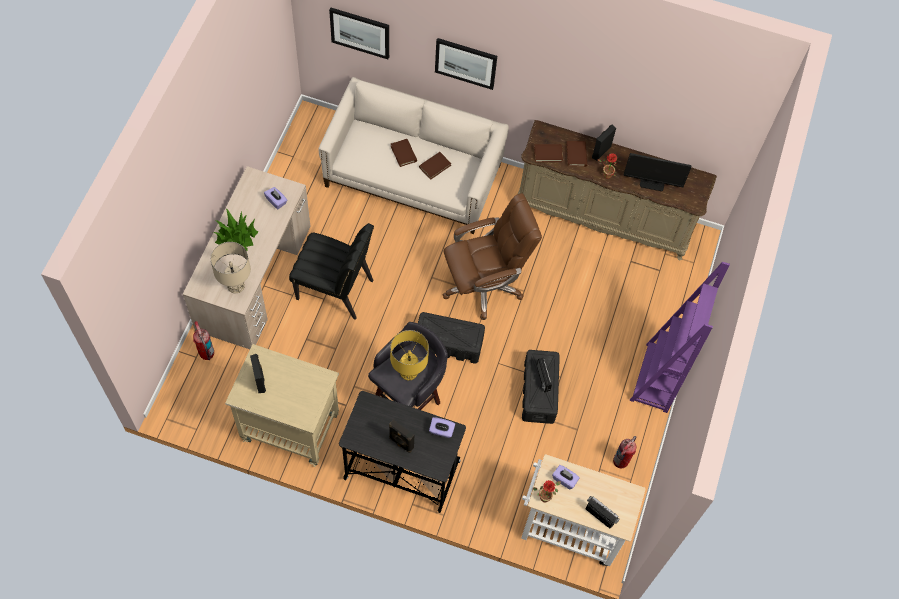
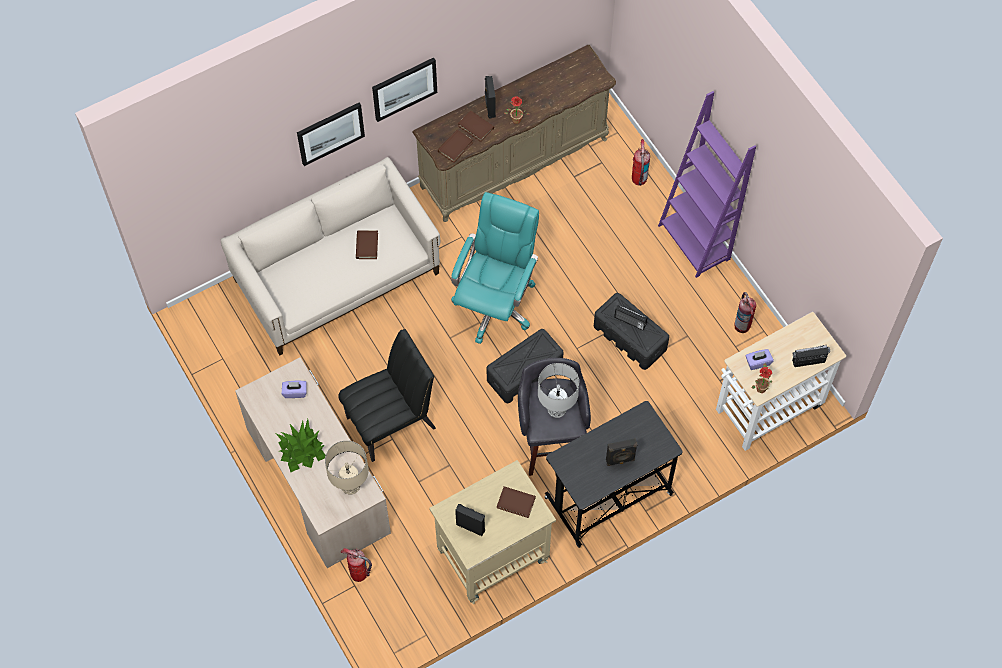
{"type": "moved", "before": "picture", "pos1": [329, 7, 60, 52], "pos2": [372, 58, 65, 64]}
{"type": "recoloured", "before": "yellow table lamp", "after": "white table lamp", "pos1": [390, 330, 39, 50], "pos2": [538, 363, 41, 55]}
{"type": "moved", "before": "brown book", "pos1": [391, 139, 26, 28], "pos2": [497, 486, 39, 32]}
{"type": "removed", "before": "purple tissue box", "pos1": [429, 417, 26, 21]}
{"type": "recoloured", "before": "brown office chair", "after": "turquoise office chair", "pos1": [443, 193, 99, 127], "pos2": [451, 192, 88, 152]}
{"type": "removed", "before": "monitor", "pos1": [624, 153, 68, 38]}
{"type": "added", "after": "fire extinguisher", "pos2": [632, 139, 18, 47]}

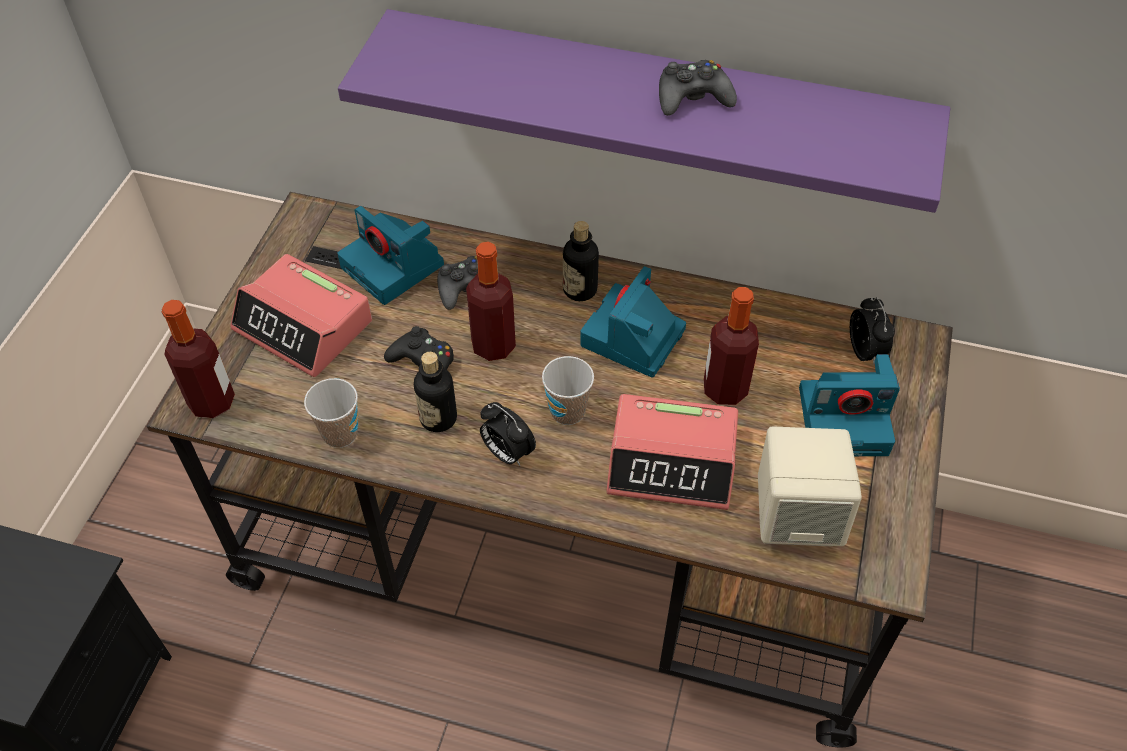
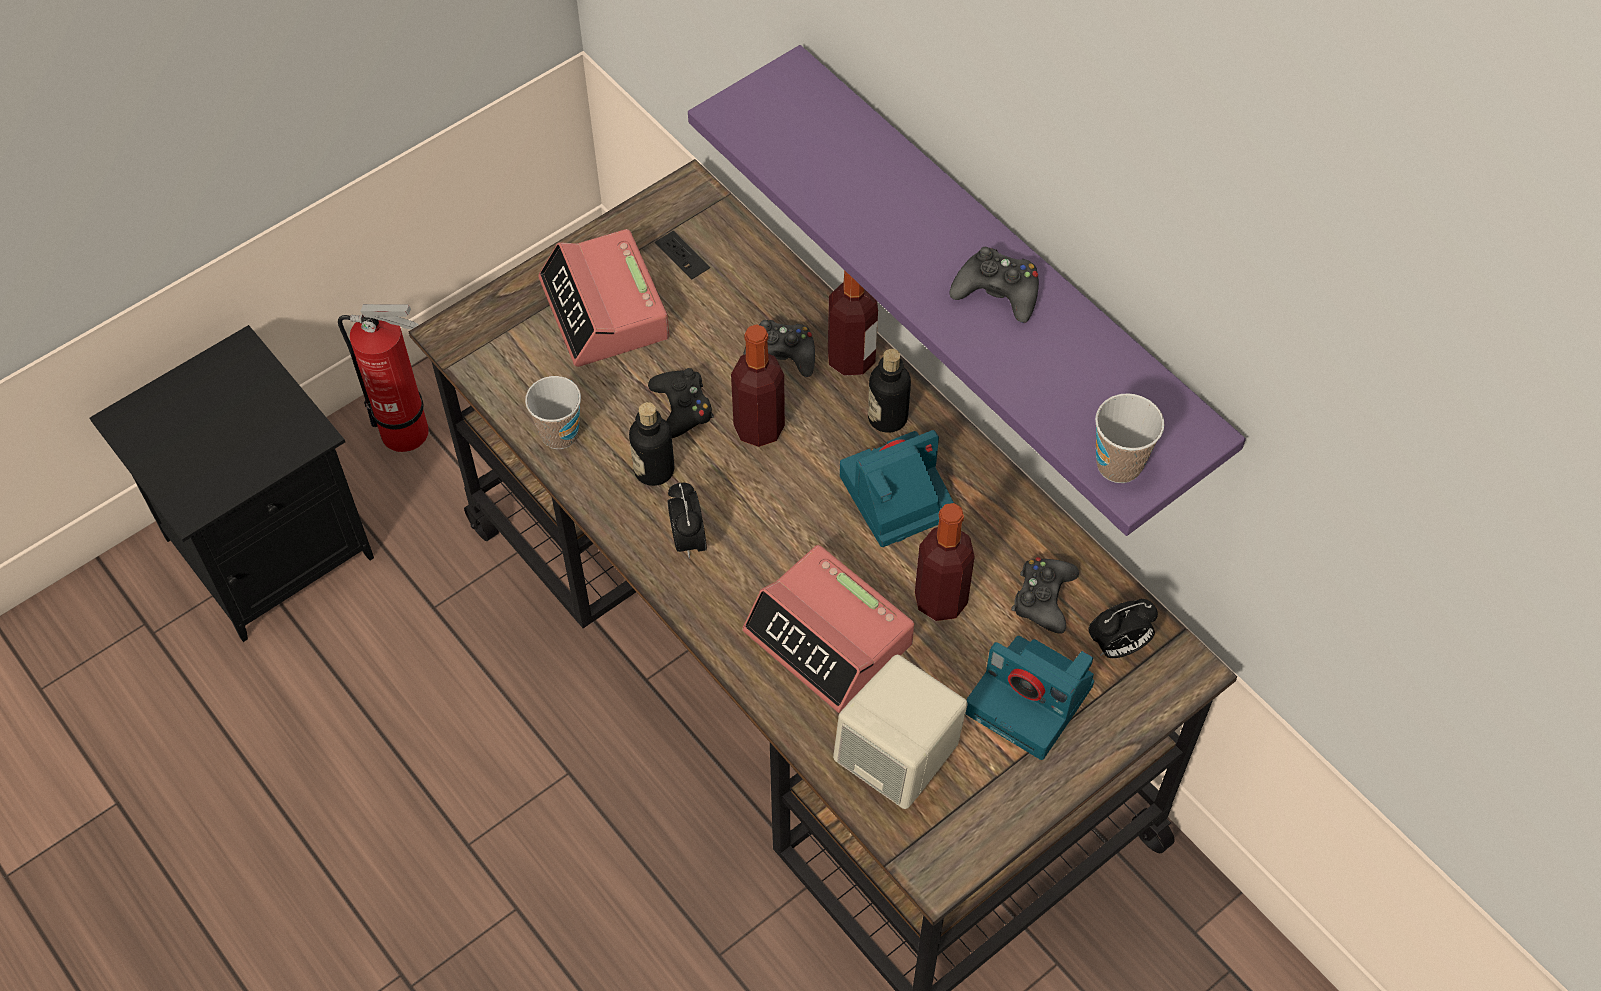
{"type": "moved", "before": "bottle", "pos1": [161, 300, 74, 118], "pos2": [828, 270, 50, 106]}
{"type": "removed", "before": "photo camera", "pos1": [337, 206, 107, 99]}
{"type": "moved", "before": "cup", "pos1": [542, 356, 52, 69], "pos2": [1095, 394, 70, 89]}
{"type": "turned", "before": "alarm clock", "pos1": [850, 297, 45, 68], "pos2": [1088, 599, 70, 59], "turn": 45}
{"type": "added", "after": "fire extinguisher", "pos2": [338, 304, 91, 148]}
{"type": "added", "after": "black game controller", "pos2": [1011, 557, 68, 77]}

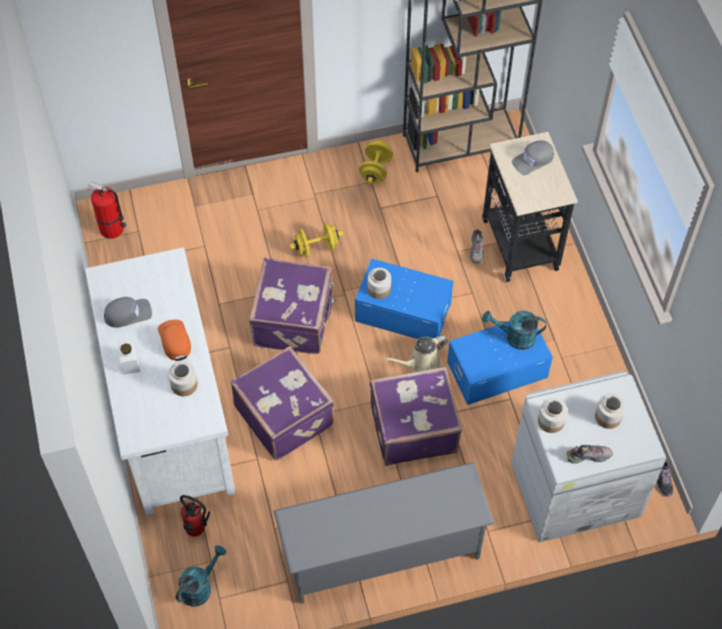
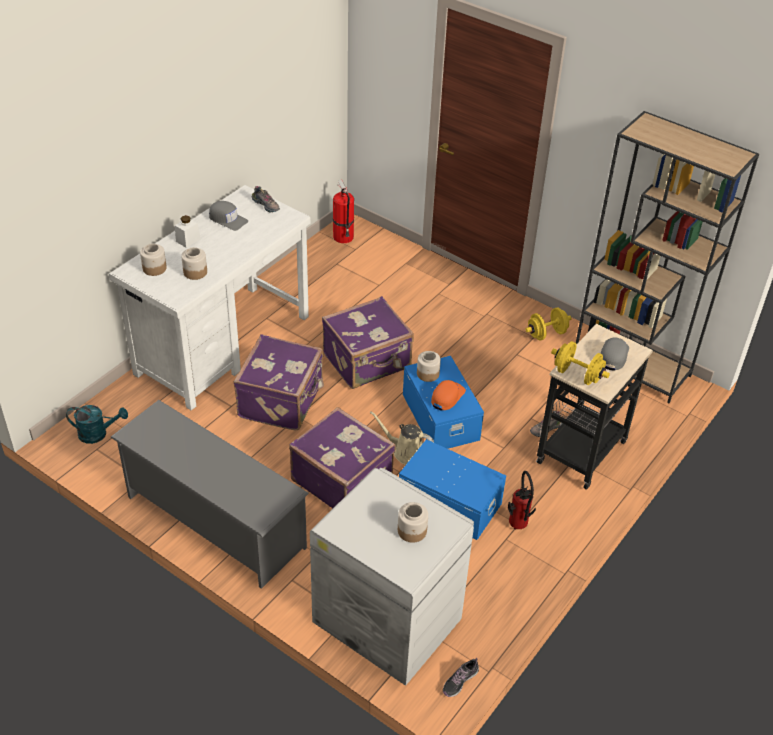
{"type": "moved", "before": "orange cap", "pos1": [158, 320, 33, 41], "pos2": [431, 380, 35, 30]}
{"type": "moved", "before": "fire extinguisher", "pos1": [180, 495, 30, 42], "pos2": [508, 471, 28, 58]}
{"type": "moved", "before": "yellow dumbbell", "pos1": [290, 222, 53, 36], "pos2": [551, 341, 59, 44]}
{"type": "removed", "before": "turquoise watering can", "pos1": [482, 311, 64, 39]}
{"type": "turned", "before": "grey cap", "pos1": [512, 140, 42, 35], "pos2": [600, 337, 29, 33], "turn": 90}
{"type": "moved", "before": "jar", "pos1": [538, 398, 30, 35], "pos2": [140, 243, 27, 33]}
{"type": "moved", "before": "shoe", "pos1": [567, 445, 46, 18], "pos2": [252, 186, 28, 27]}

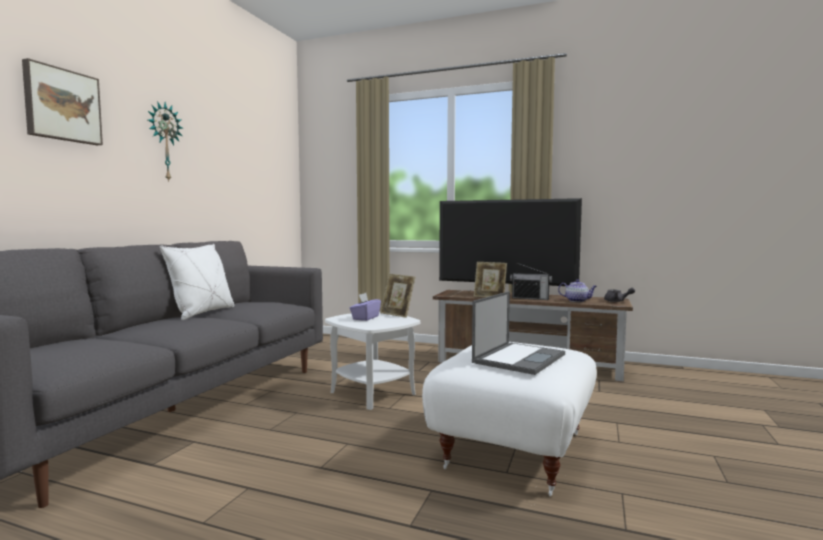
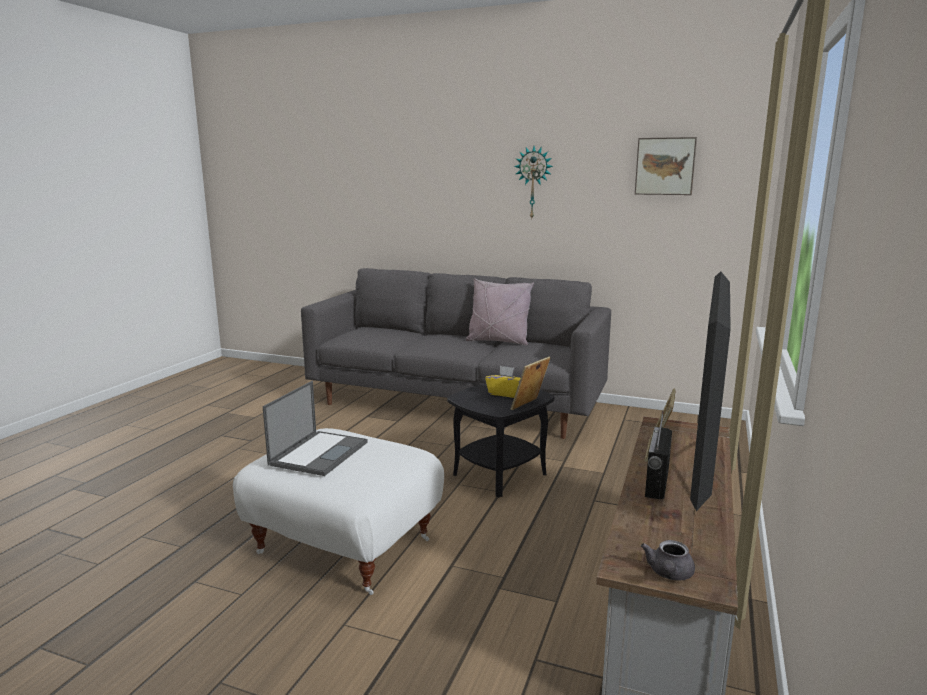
{"type": "moved", "before": "picture", "pos1": [22, 58, 81, 87], "pos2": [635, 137, 62, 58]}
{"type": "recoloured", "before": "white pillow", "after": "purple pillow", "pos1": [160, 244, 74, 76], "pos2": [466, 278, 68, 68]}
{"type": "recoloured", "before": "white side table", "after": "black side table", "pos1": [325, 311, 95, 99], "pos2": [447, 383, 108, 115]}
{"type": "recoloured", "before": "purple tissue box", "after": "yellow tissue box", "pos1": [350, 293, 31, 28], "pos2": [485, 366, 35, 32]}
{"type": "turned", "before": "laptop", "pos1": [472, 291, 93, 84], "pos2": [263, 381, 104, 95], "turn": -105}
{"type": "removed", "before": "teapot", "pos1": [558, 279, 39, 23]}

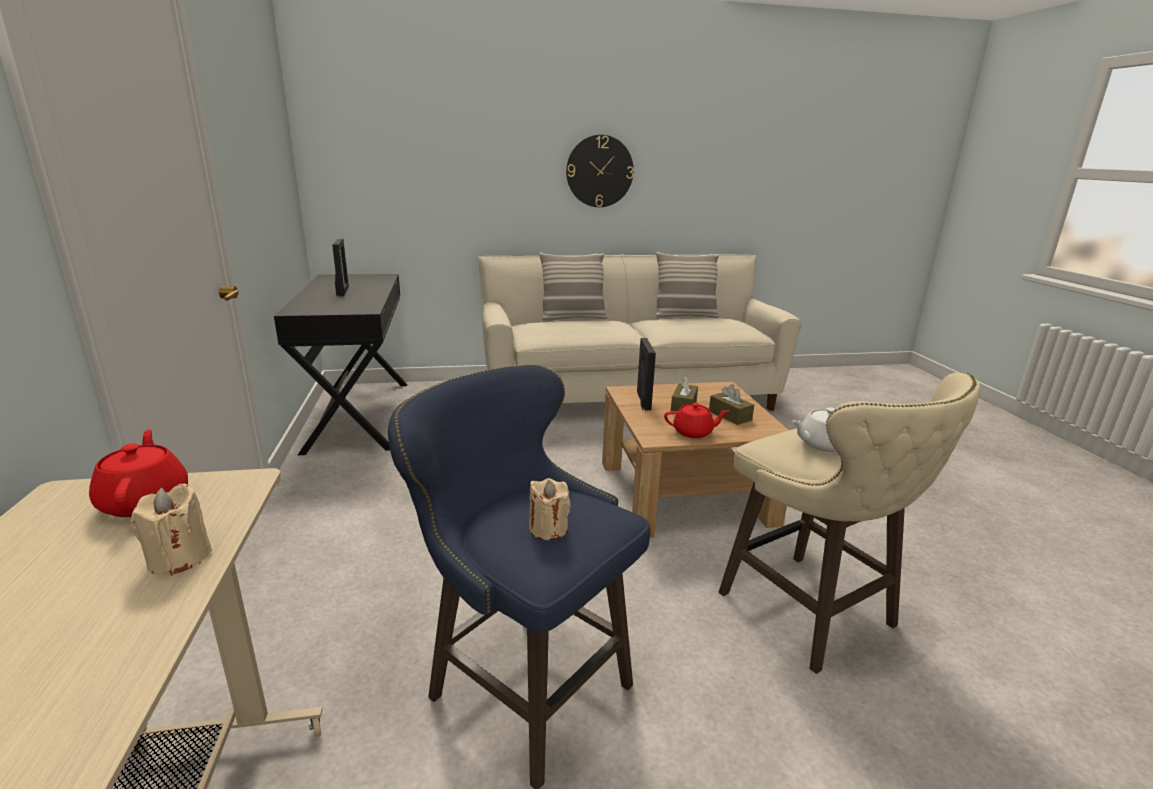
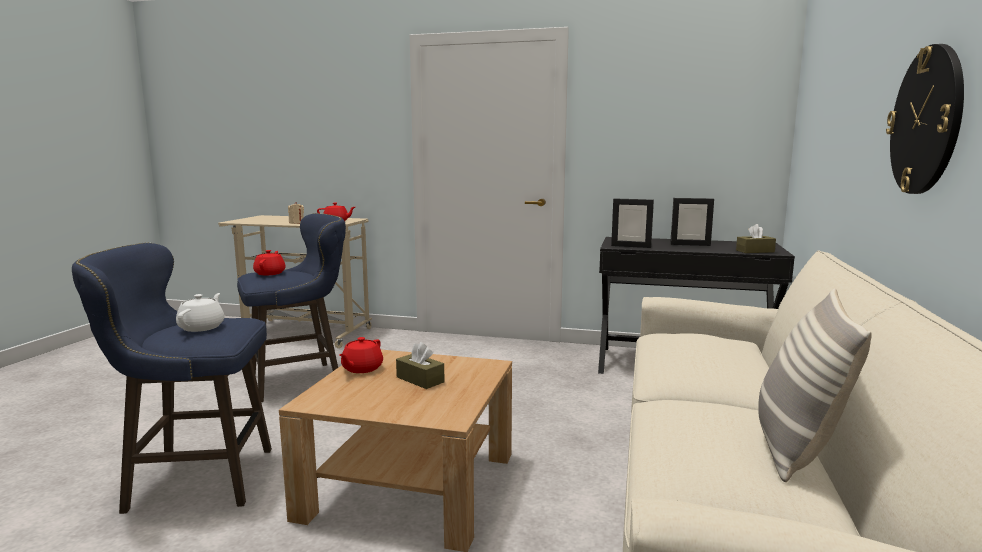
{"type": "replaced", "before": "beige candle", "after": "red teapot", "pos1": [529, 478, 42, 62], "pos2": [253, 250, 33, 25]}
{"type": "removed", "before": "pillow", "pos1": [539, 252, 68, 70]}
{"type": "moved", "before": "picture frame", "pos1": [637, 338, 19, 72], "pos2": [611, 198, 43, 50]}
{"type": "moved", "before": "brown tissue box", "pos1": [709, 384, 45, 41], "pos2": [736, 224, 40, 29]}
{"type": "recoloured", "before": "beige stool", "after": "blue stool", "pos1": [719, 373, 262, 301], "pos2": [72, 243, 200, 271]}

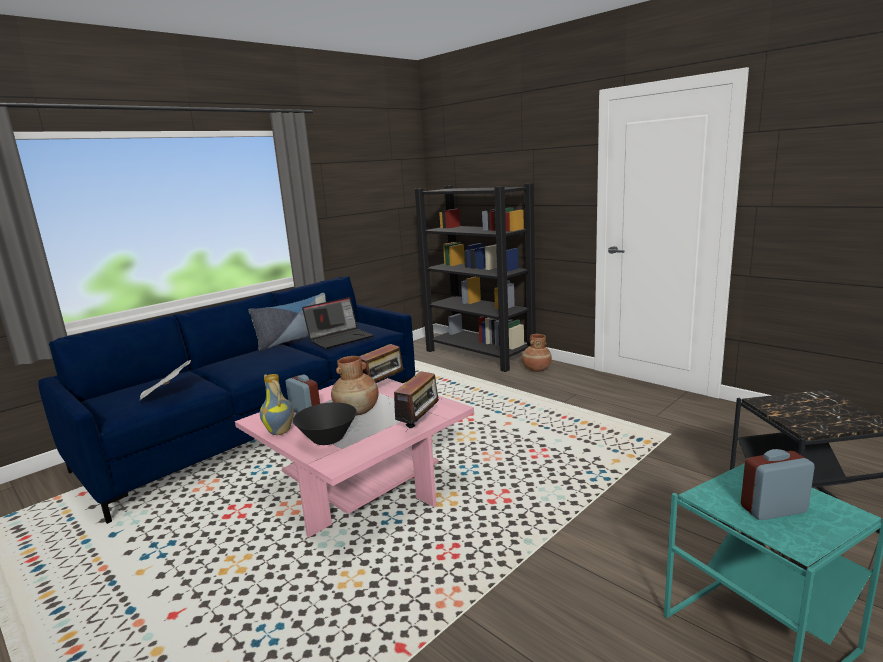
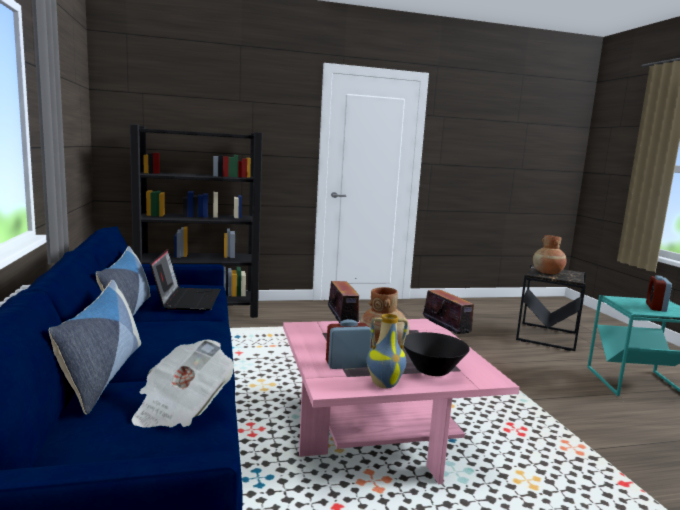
{"type": "moved", "before": "brown vase", "pos1": [522, 334, 30, 38], "pos2": [533, 235, 34, 39]}
{"type": "added", "after": "pillow", "pos2": [48, 280, 93, 135]}

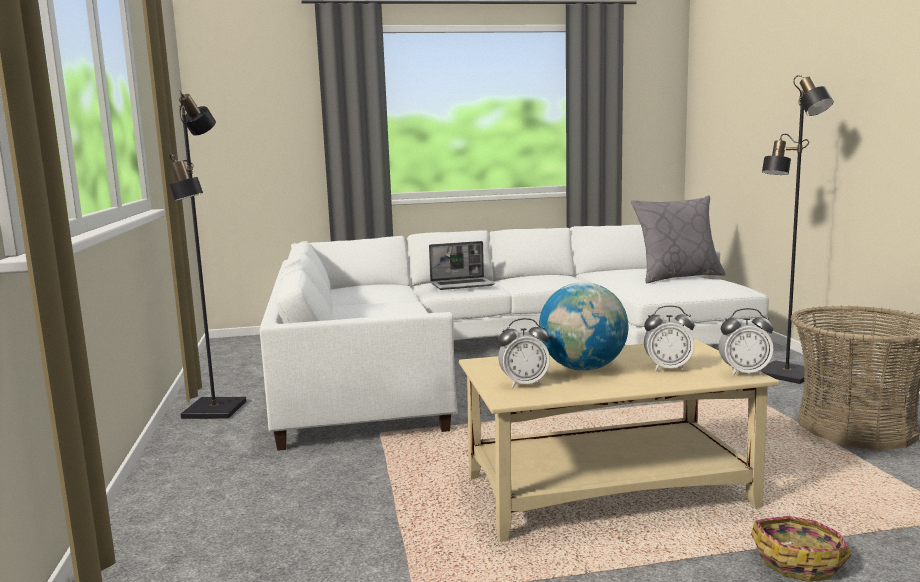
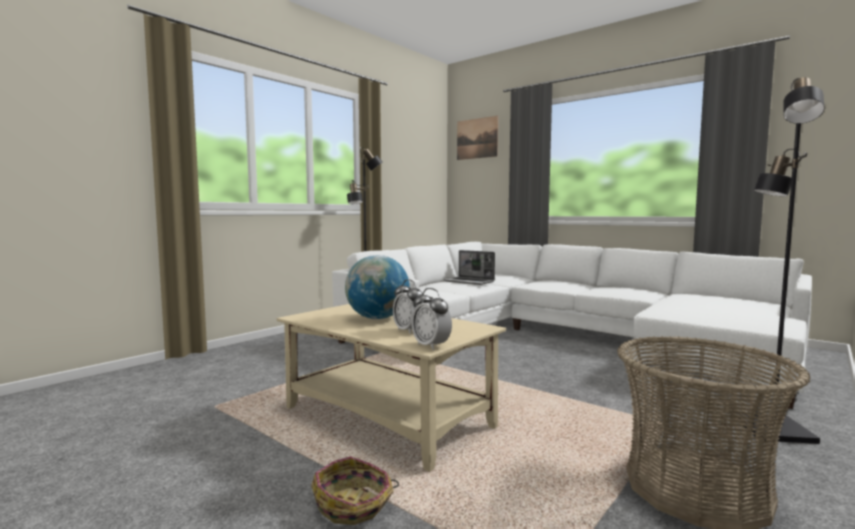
{"type": "moved", "before": "laptop", "pos1": [429, 241, 66, 49], "pos2": [444, 250, 51, 35]}
{"type": "removed", "before": "alarm clock", "pos1": [498, 318, 52, 70]}
{"type": "removed", "before": "grey pillow", "pos1": [631, 196, 95, 87]}
{"type": "added", "after": "picture", "pos2": [457, 116, 41, 44]}

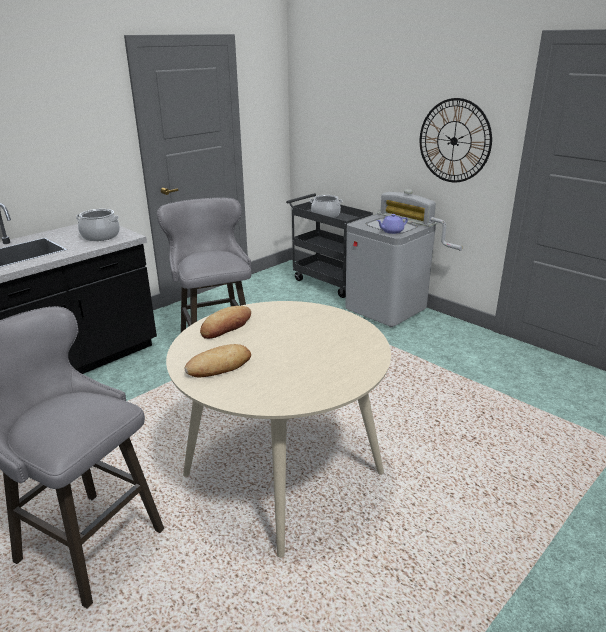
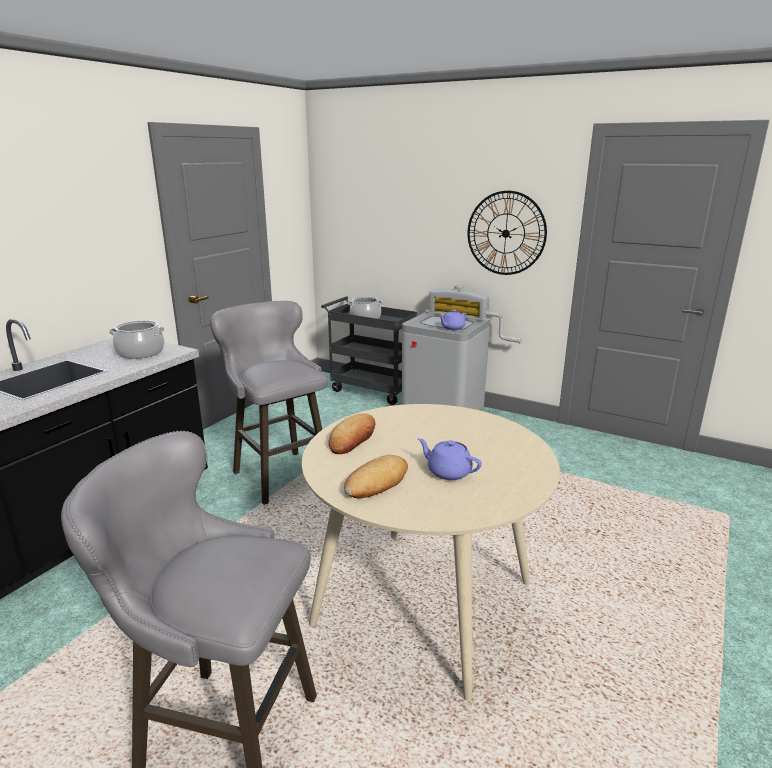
{"type": "added", "after": "purple teapot", "pos2": [418, 438, 64, 42]}

